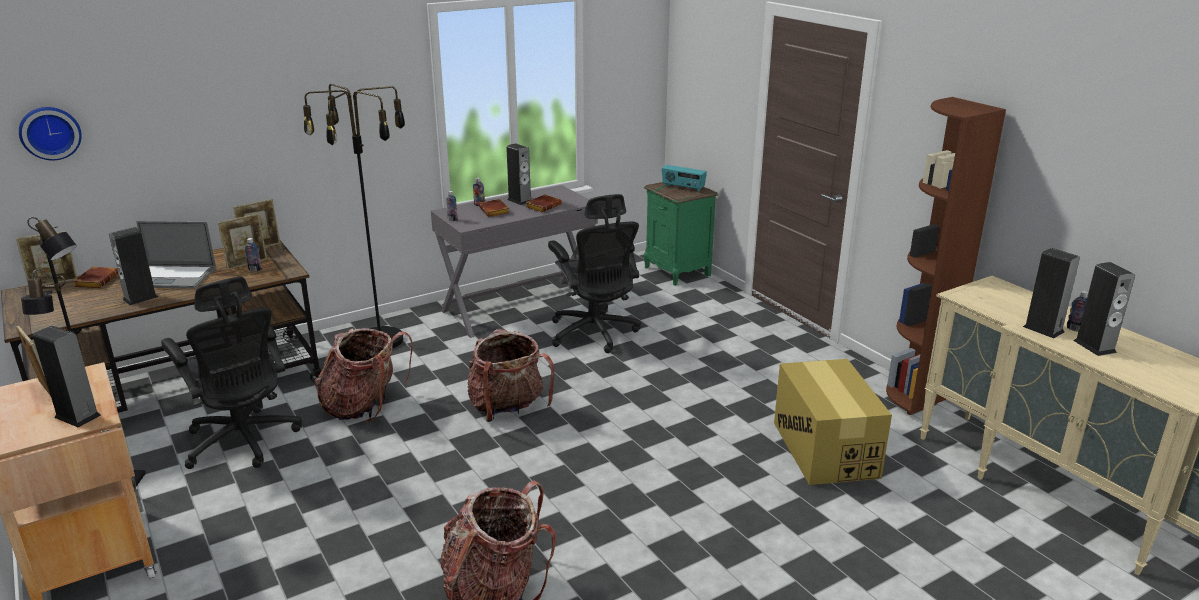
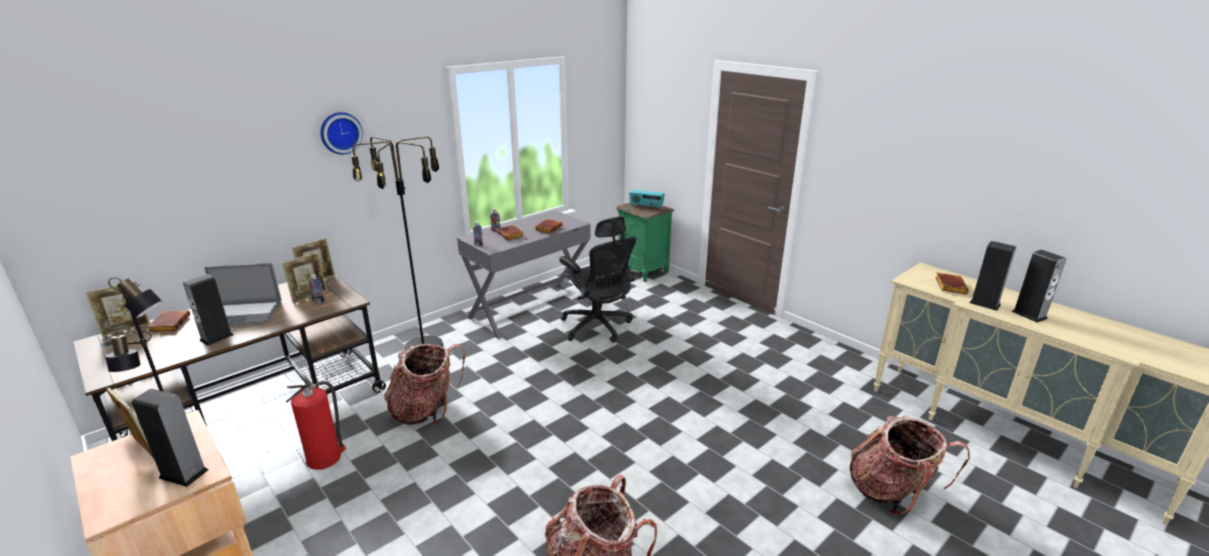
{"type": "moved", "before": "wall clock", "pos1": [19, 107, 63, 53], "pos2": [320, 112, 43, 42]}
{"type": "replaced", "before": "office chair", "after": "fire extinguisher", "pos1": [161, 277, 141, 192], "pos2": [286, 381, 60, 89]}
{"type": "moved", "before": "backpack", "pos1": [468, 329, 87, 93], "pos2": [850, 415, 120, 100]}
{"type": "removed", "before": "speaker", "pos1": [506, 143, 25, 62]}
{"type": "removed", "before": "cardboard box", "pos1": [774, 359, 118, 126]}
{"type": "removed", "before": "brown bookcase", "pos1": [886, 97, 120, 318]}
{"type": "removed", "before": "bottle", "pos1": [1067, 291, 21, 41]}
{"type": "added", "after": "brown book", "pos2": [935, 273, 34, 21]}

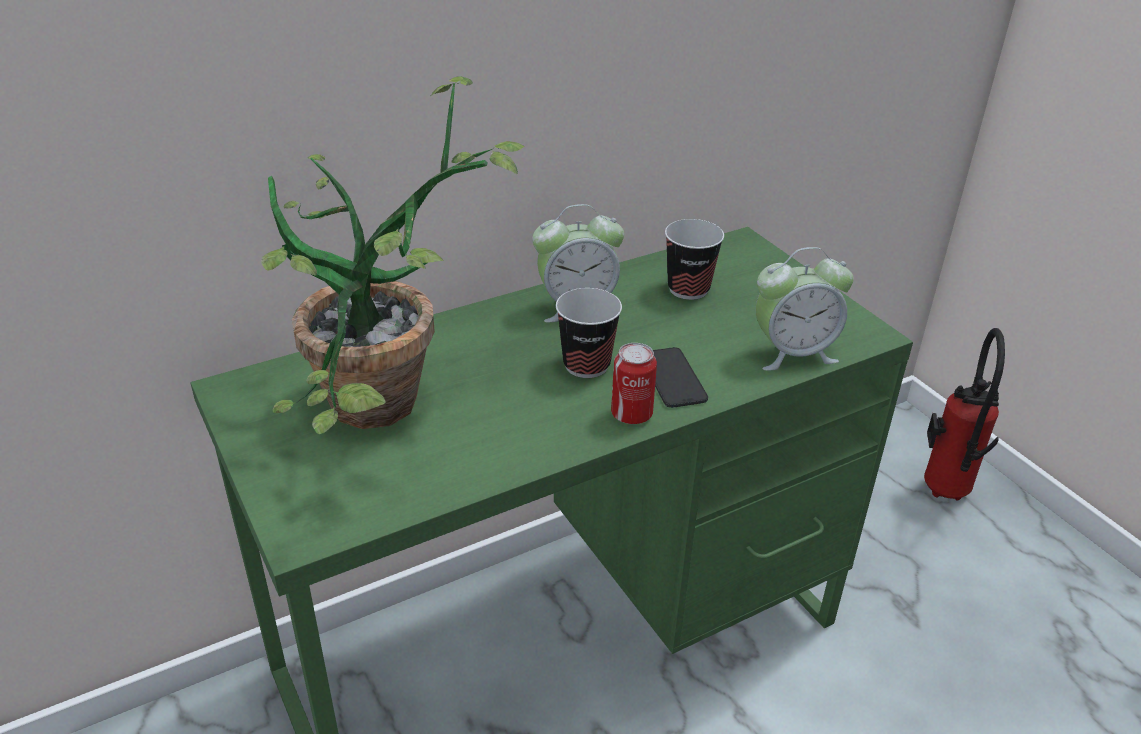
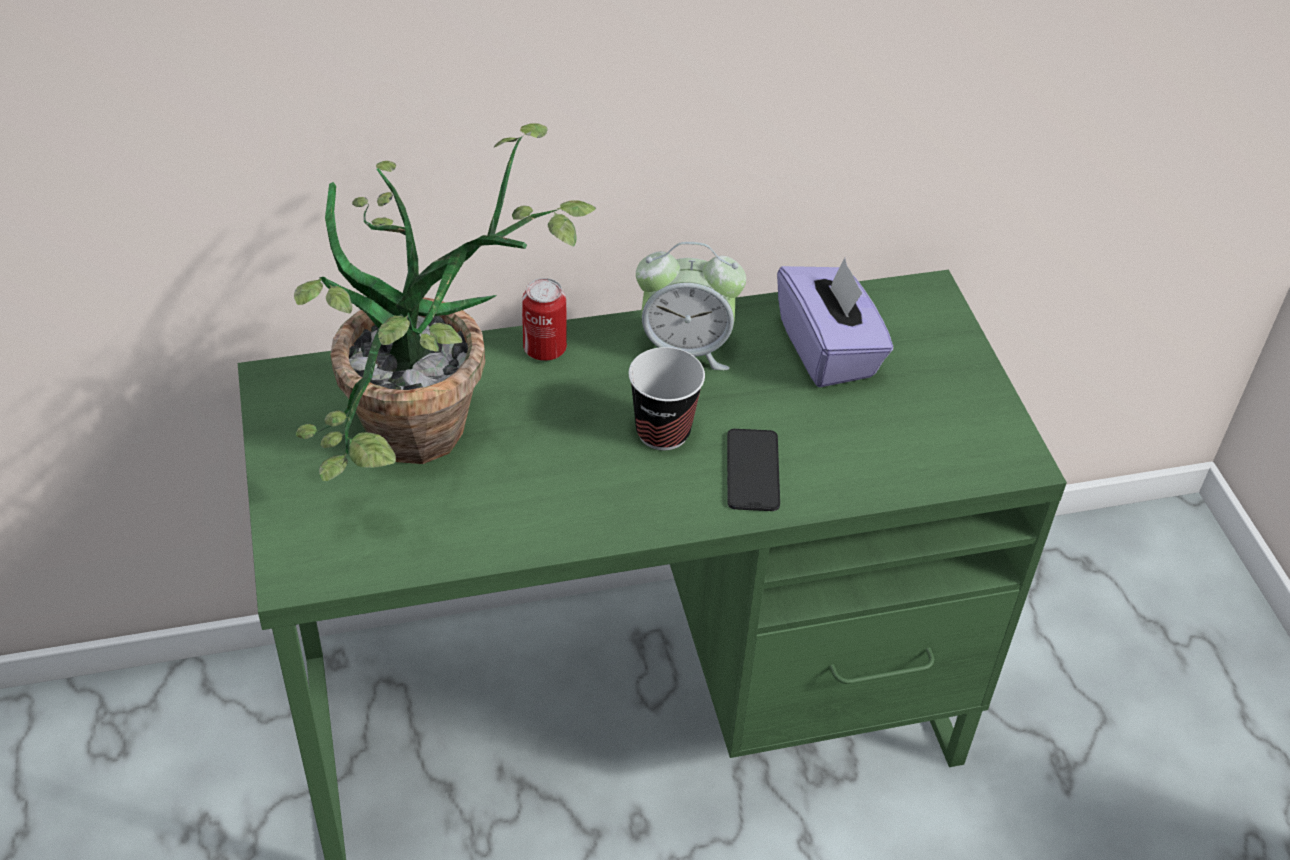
{"type": "moved", "before": "can", "pos1": [611, 343, 46, 81], "pos2": [522, 278, 45, 83]}
{"type": "replaced", "before": "cup", "after": "purple tissue box", "pos1": [665, 219, 59, 81], "pos2": [777, 258, 116, 129]}
{"type": "removed", "before": "alarm clock", "pos1": [756, 247, 98, 124]}
{"type": "removed", "before": "fire extinguisher", "pos1": [924, 328, 81, 173]}

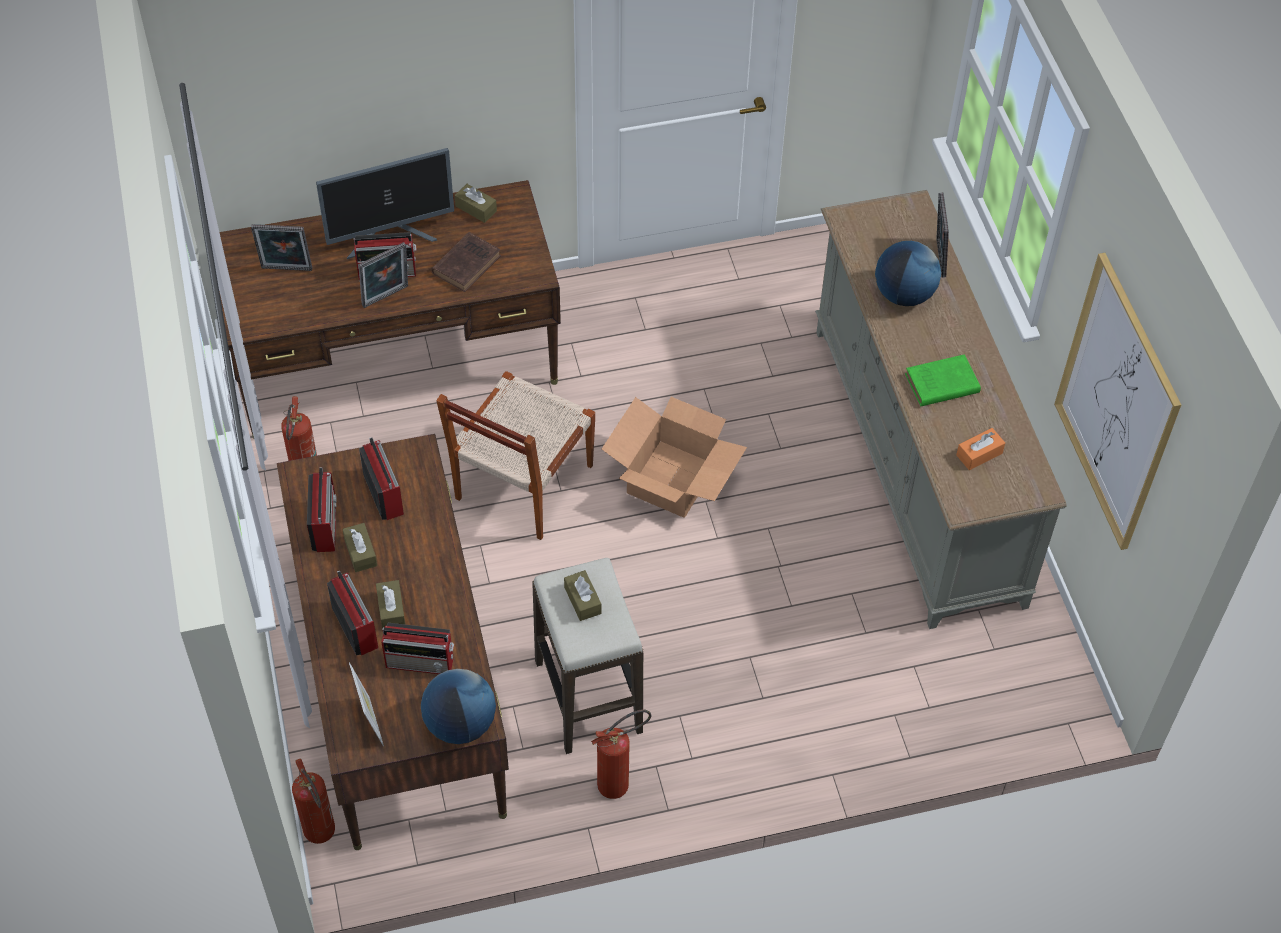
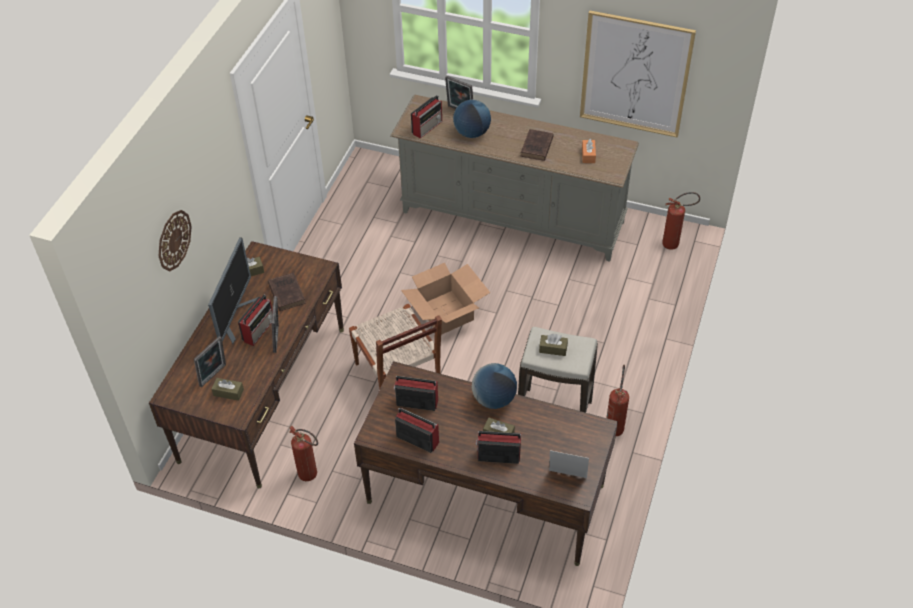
{"type": "moved", "before": "fire extinguisher", "pos1": [292, 759, 43, 85], "pos2": [662, 192, 38, 58]}
{"type": "moved", "before": "brown tissue box", "pos1": [342, 523, 35, 49], "pos2": [212, 378, 32, 23]}
{"type": "moved", "before": "radio", "pos1": [381, 623, 73, 51], "pos2": [411, 95, 31, 44]}
{"type": "moved", "before": "globe", "pos1": [421, 669, 75, 75], "pos2": [472, 363, 45, 46]}
{"type": "recoloured", "before": "green book", "after": "brown book", "pos1": [905, 355, 76, 51], "pos2": [521, 129, 33, 32]}
{"type": "added", "after": "wall clock", "pos2": [159, 210, 33, 61]}

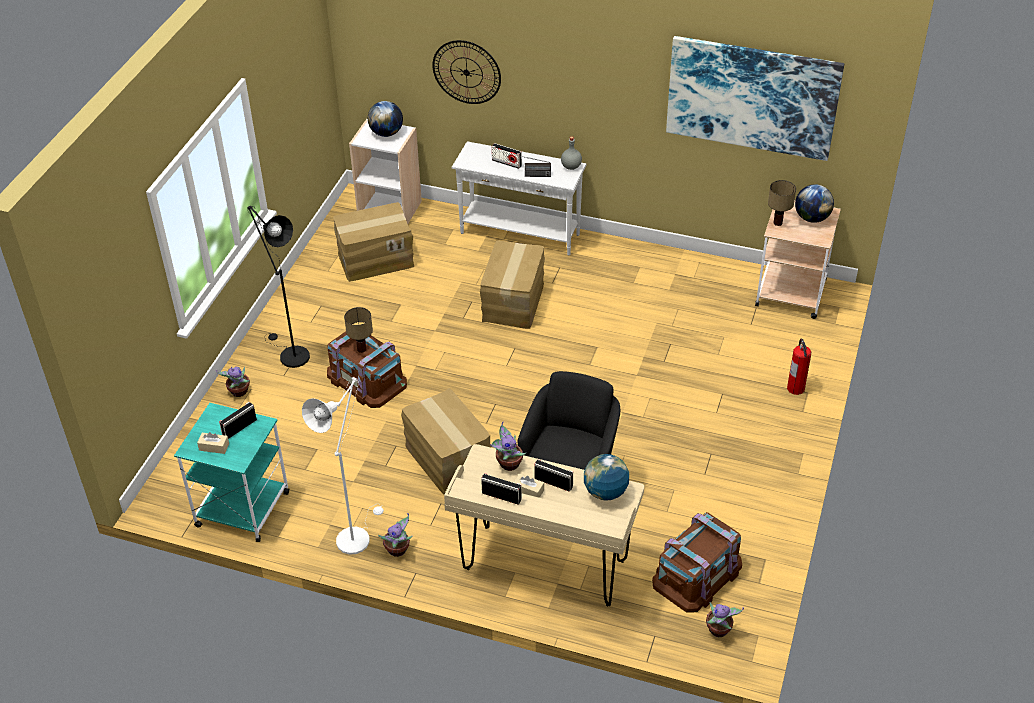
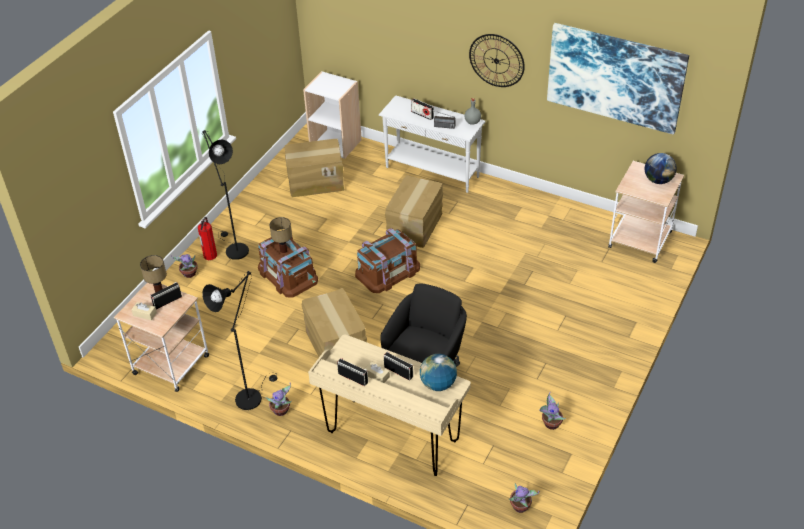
{"type": "recoloured", "before": "turquoise cart", "after": "beige cart", "pos1": [174, 403, 116, 139], "pos2": [114, 283, 95, 109]}
{"type": "recoloured", "before": "white floor lamp", "after": "black floor lamp", "pos1": [302, 377, 82, 178], "pos2": [202, 271, 75, 139]}
{"type": "removed", "before": "globe", "pos1": [368, 101, 35, 36]}
{"type": "moved", "before": "wall clock", "pos1": [432, 40, 69, 64], "pos2": [469, 34, 56, 53]}
{"type": "moved", "before": "potted plant", "pos1": [490, 422, 37, 49], "pos2": [539, 392, 27, 38]}
{"type": "moved", "before": "brown storage box", "pos1": [652, 512, 90, 101], "pos2": [355, 228, 65, 65]}
{"type": "moved", "before": "table lamp", "pos1": [768, 180, 28, 46], "pos2": [140, 255, 27, 38]}
{"type": "moved", "before": "fire extinguisher", "pos1": [787, 338, 24, 57], "pos2": [198, 217, 19, 43]}

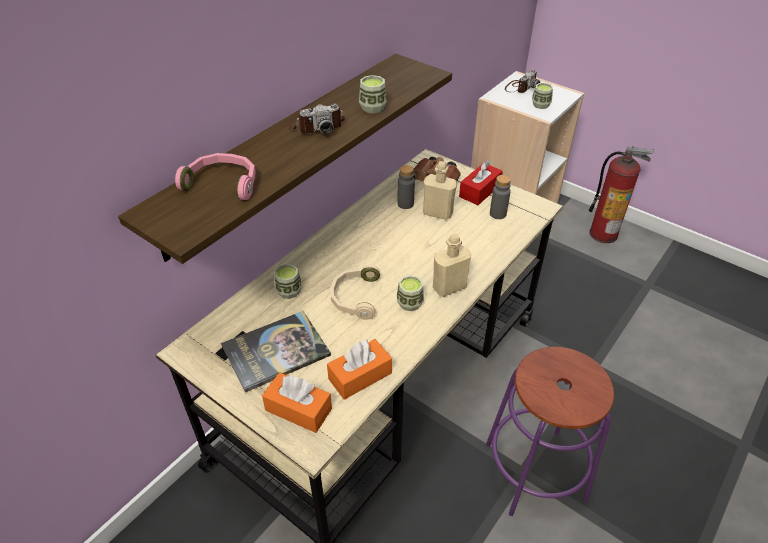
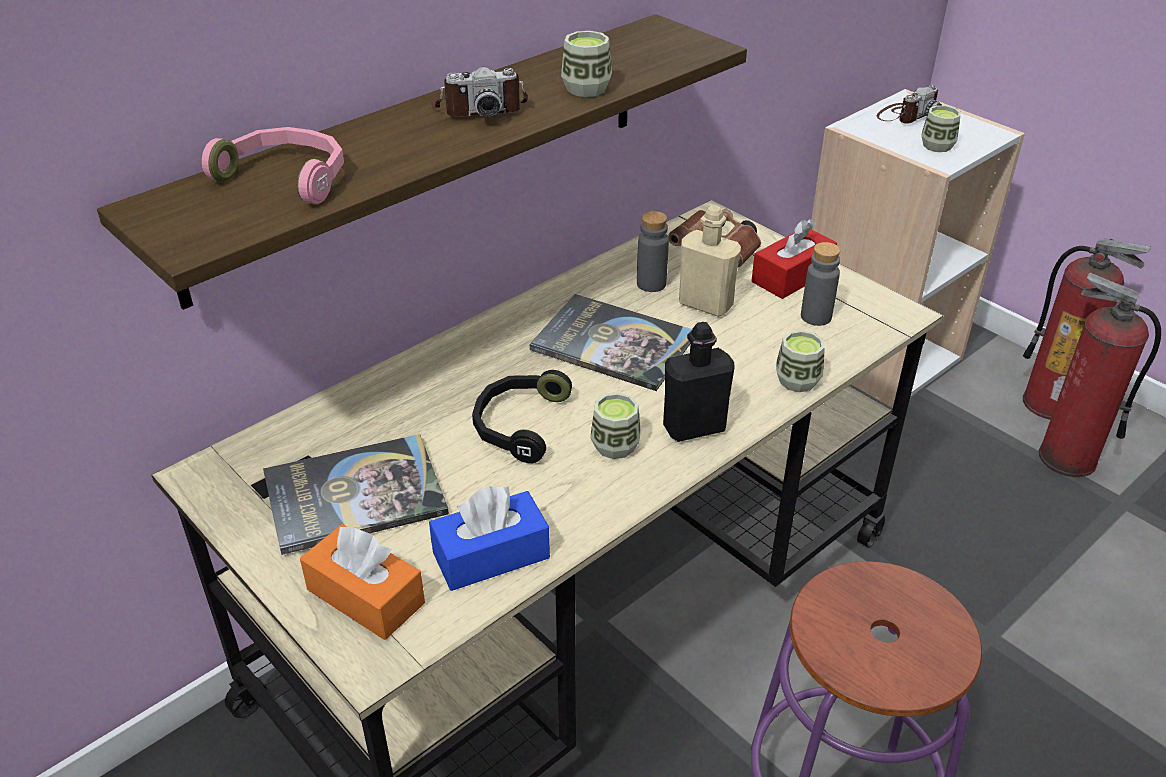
{"type": "moved", "before": "cup", "pos1": [275, 264, 27, 35], "pos2": [776, 330, 49, 62]}
{"type": "recoloured", "before": "orange tissue box", "after": "blue tissue box", "pos1": [327, 339, 65, 61], "pos2": [429, 486, 121, 105]}
{"type": "recoloured", "before": "beige headphones", "after": "black headphones", "pos1": [331, 265, 49, 55], "pos2": [472, 370, 100, 93]}
{"type": "recoloured", "before": "beige bottle", "after": "black bottle", "pos1": [433, 234, 38, 63], "pos2": [663, 322, 72, 120]}
{"type": "added", "after": "book", "pos2": [530, 294, 162, 97]}
{"type": "added", "after": "fire extinguisher", "pos2": [1039, 272, 122, 205]}

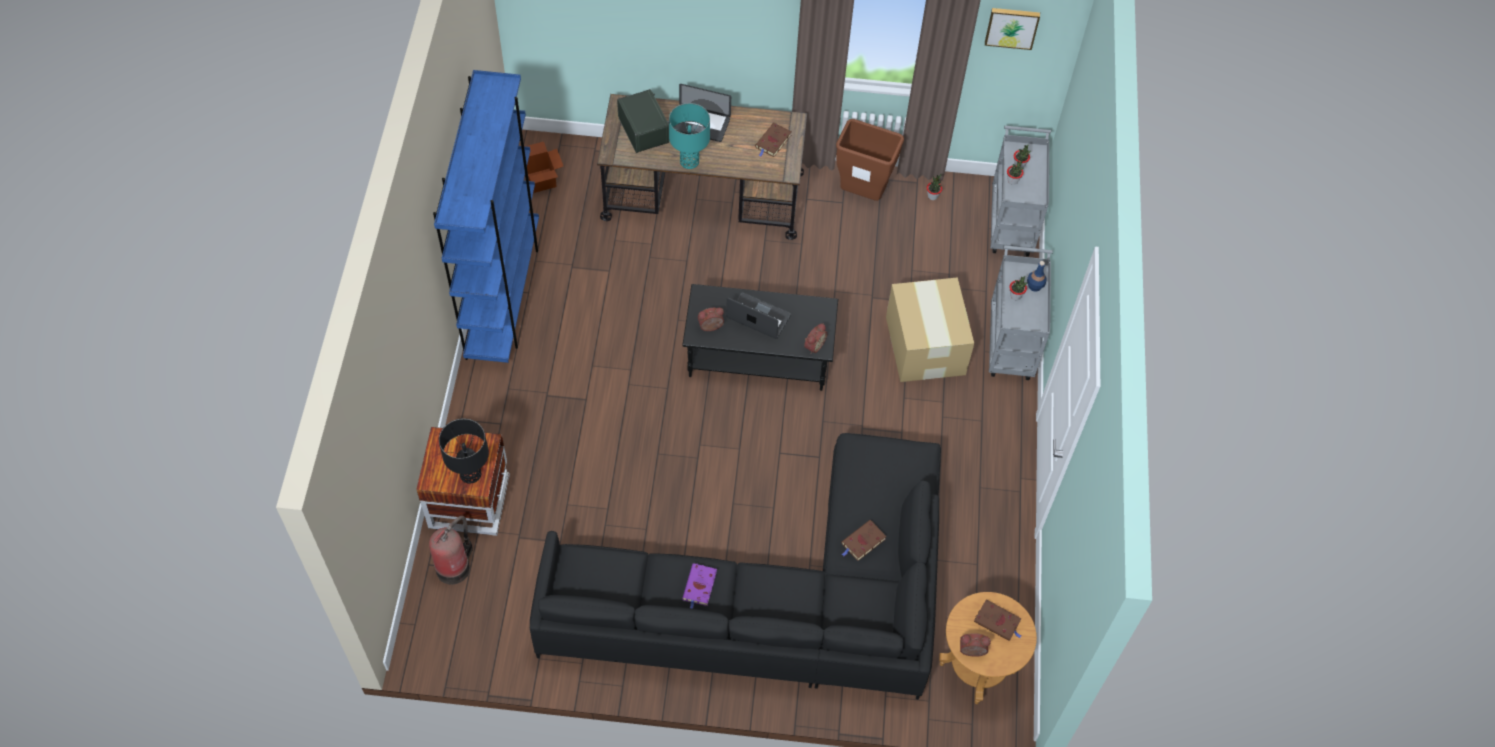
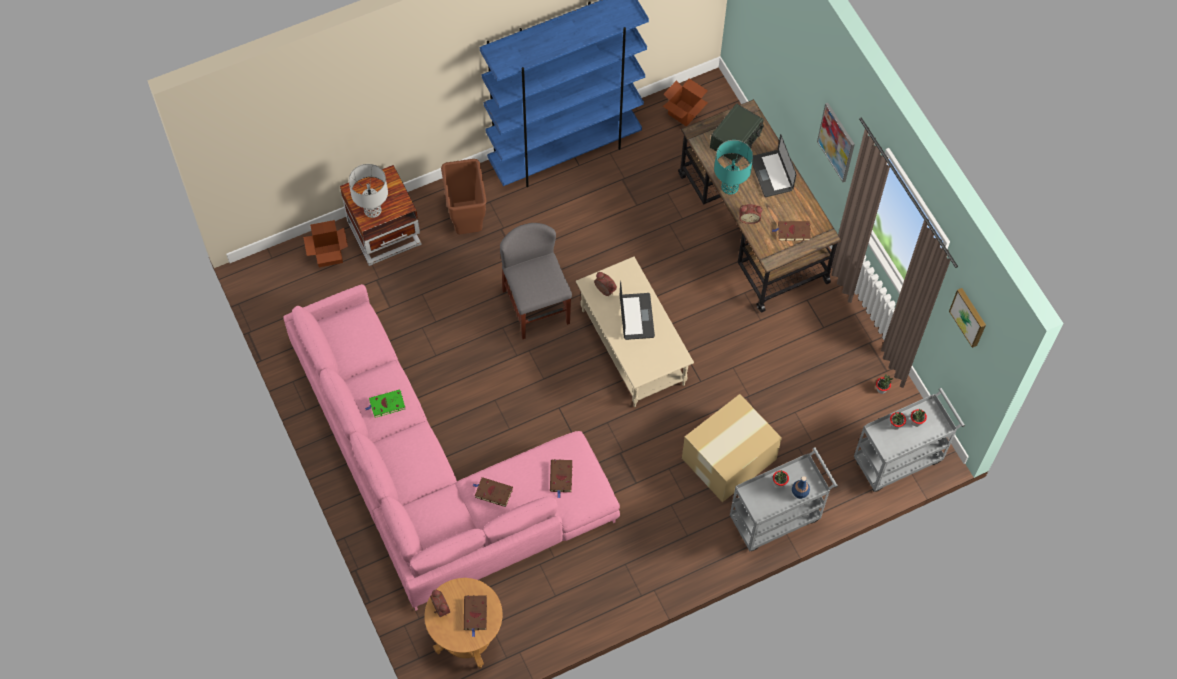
{"type": "replaced", "before": "fire extinguisher", "after": "cardboard box", "pos1": [429, 516, 44, 69], "pos2": [303, 220, 45, 47]}
{"type": "recoloured", "before": "black table lamp", "after": "white table lamp", "pos1": [439, 419, 50, 65], "pos2": [349, 164, 39, 54]}
{"type": "recoloured", "before": "black sofa", "after": "pink sofa", "pos1": [530, 433, 411, 267], "pos2": [283, 284, 337, 327]}
{"type": "recoloured", "before": "black coffee table", "after": "beige coffee table", "pos1": [682, 284, 156, 107], "pos2": [576, 257, 118, 150]}
{"type": "recoloured", "before": "purple book", "after": "green book", "pos1": [682, 563, 35, 45], "pos2": [365, 389, 40, 29]}
{"type": "moved", "before": "alarm clock", "pos1": [804, 323, 24, 31], "pos2": [739, 204, 23, 20]}
{"type": "moved", "before": "brown trash can", "pos1": [836, 119, 68, 82], "pos2": [441, 159, 46, 75]}
{"type": "added", "after": "grey chair", "pos2": [500, 223, 72, 116]}
{"type": "added", "after": "brown book", "pos2": [550, 459, 22, 39]}
{"type": "added", "after": "picture", "pos2": [817, 103, 38, 79]}

